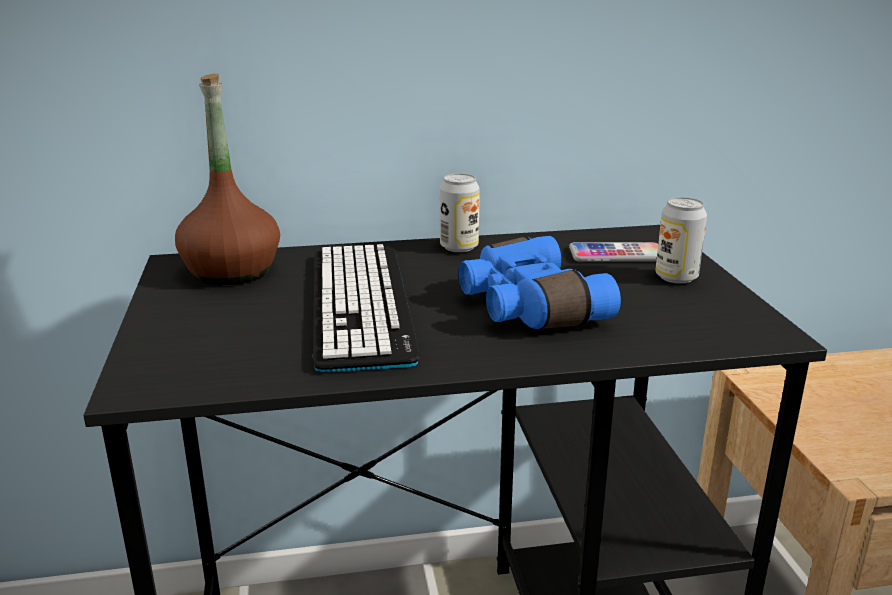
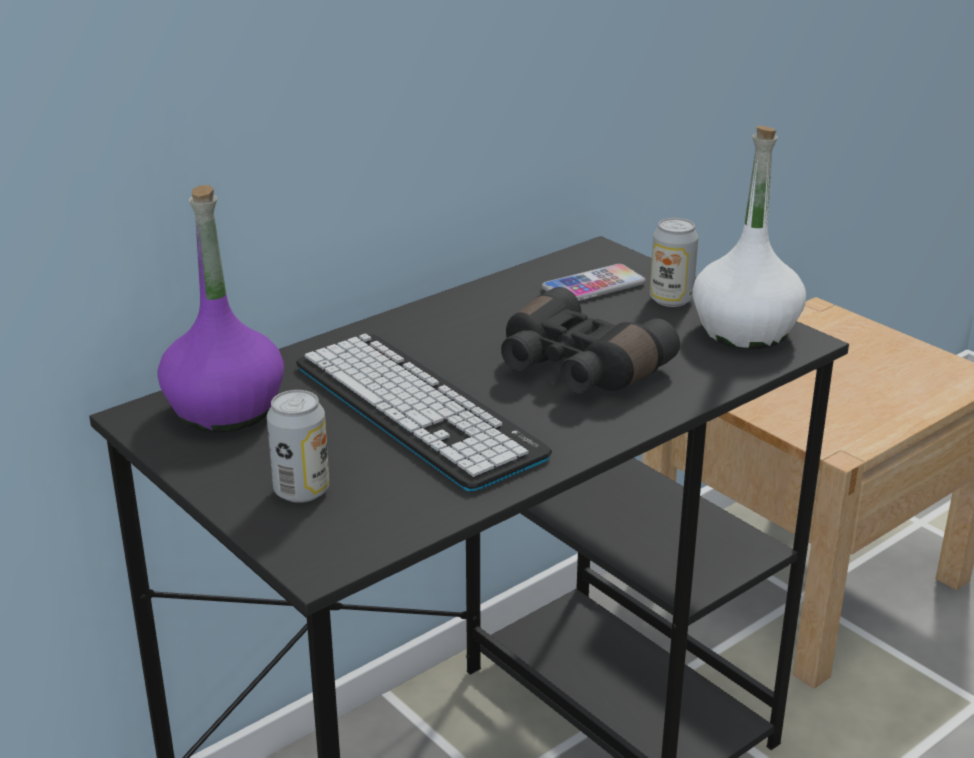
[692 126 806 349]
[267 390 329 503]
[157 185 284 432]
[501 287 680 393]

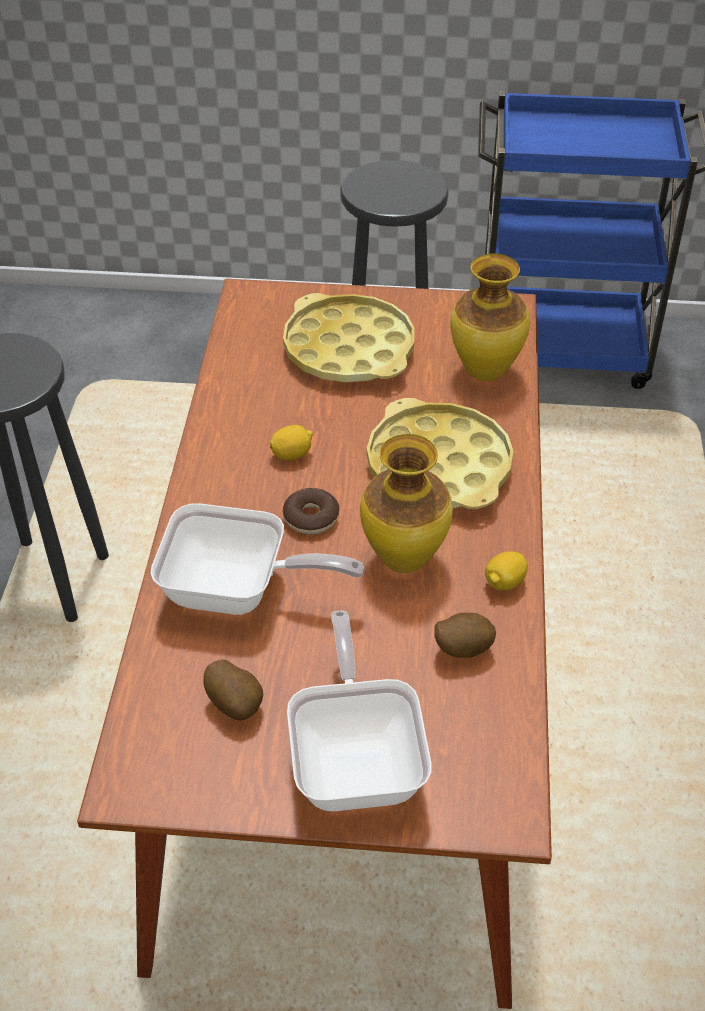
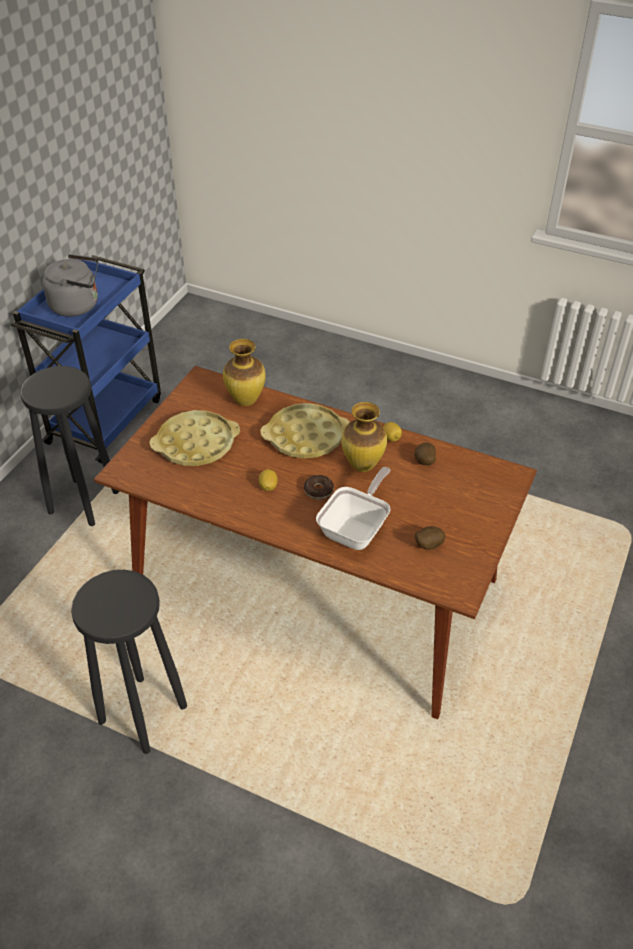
[287 610 432 811] (first image)
[42 254 98 317]

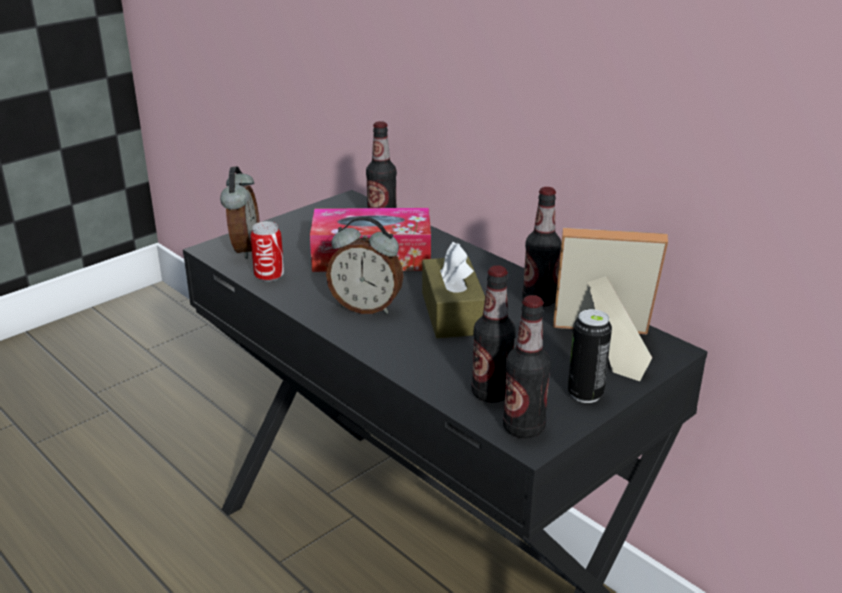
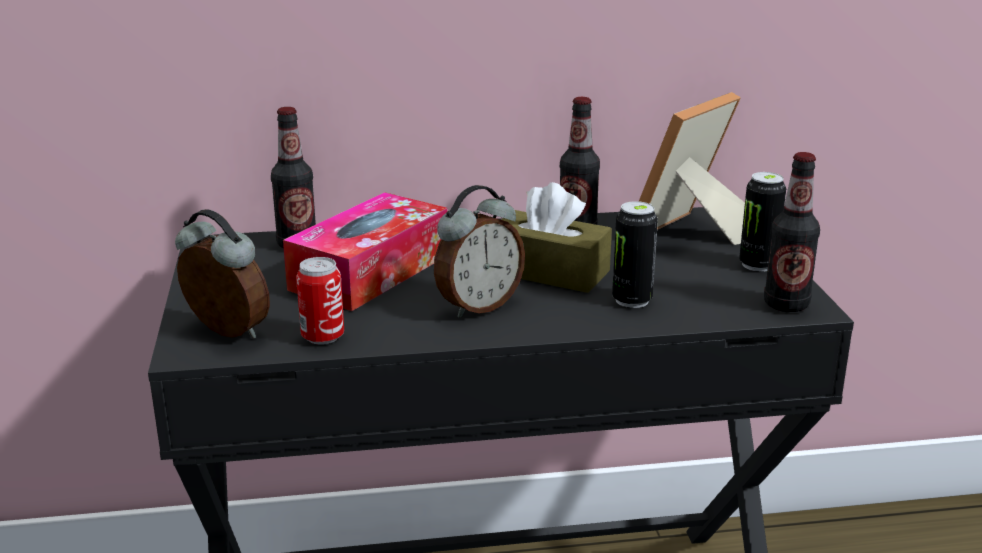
[471 265 516 403] (first image)
[612 201 658 308]

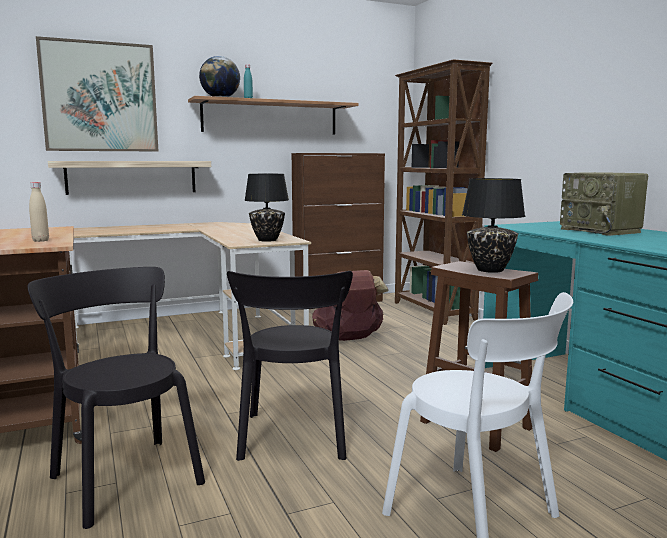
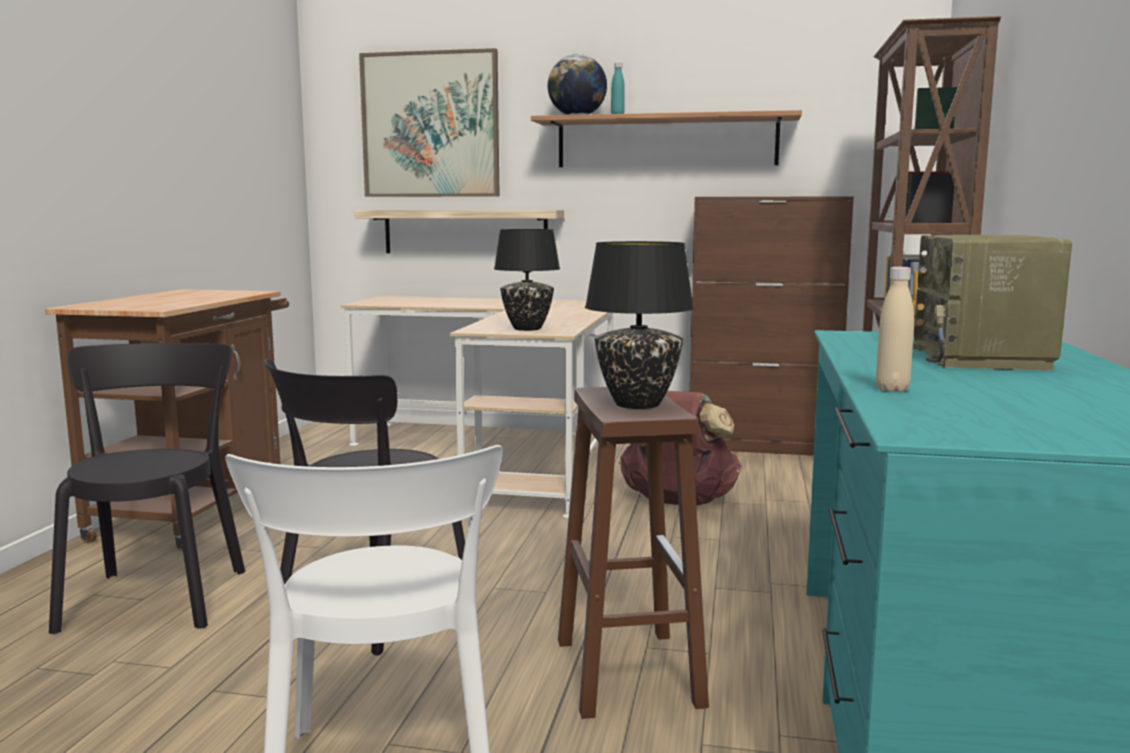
[876 267 914 392]

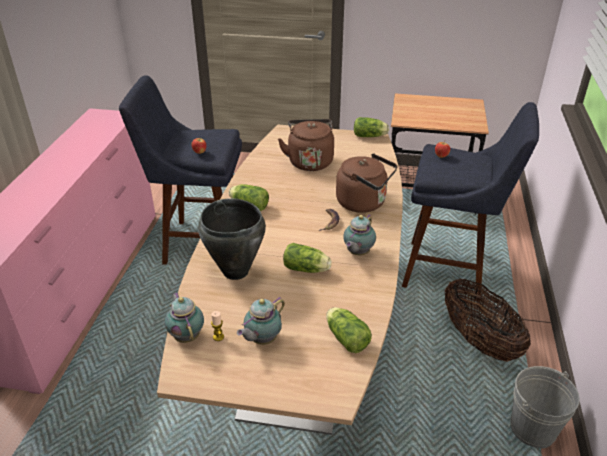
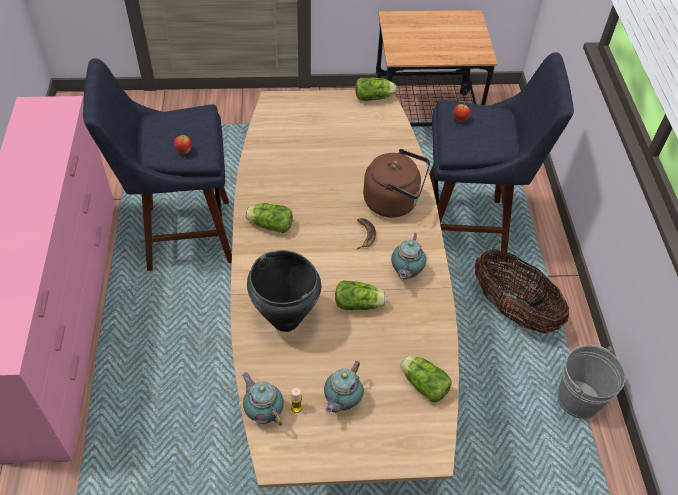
[278 119 334 171] (first image)

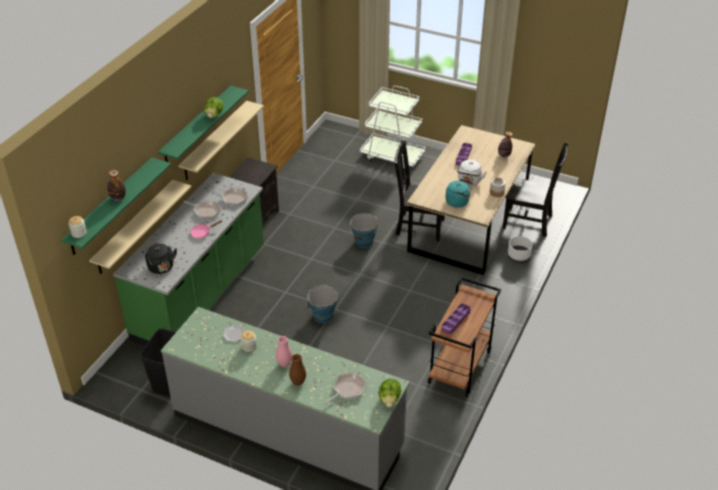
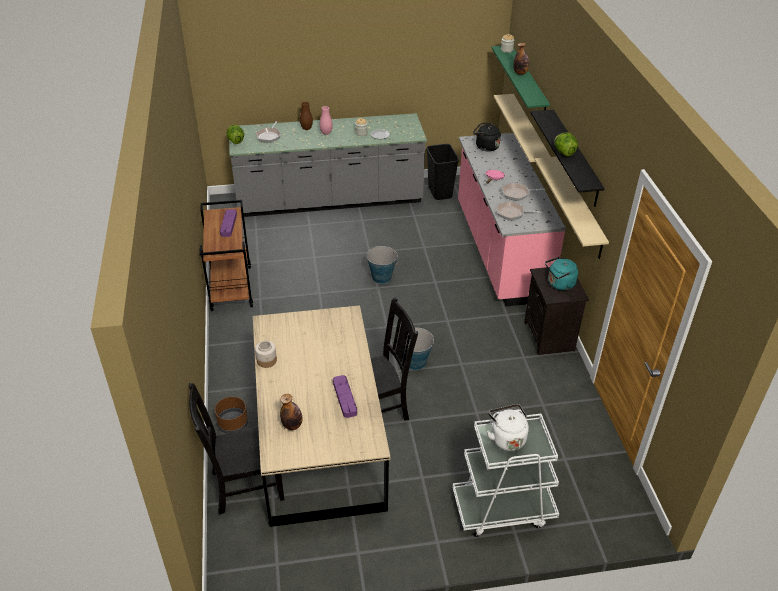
[545 257 578 291]
[487 404 529 451]
[458 133 566 306]
[531 110 605 207]
[215 397 248 433]

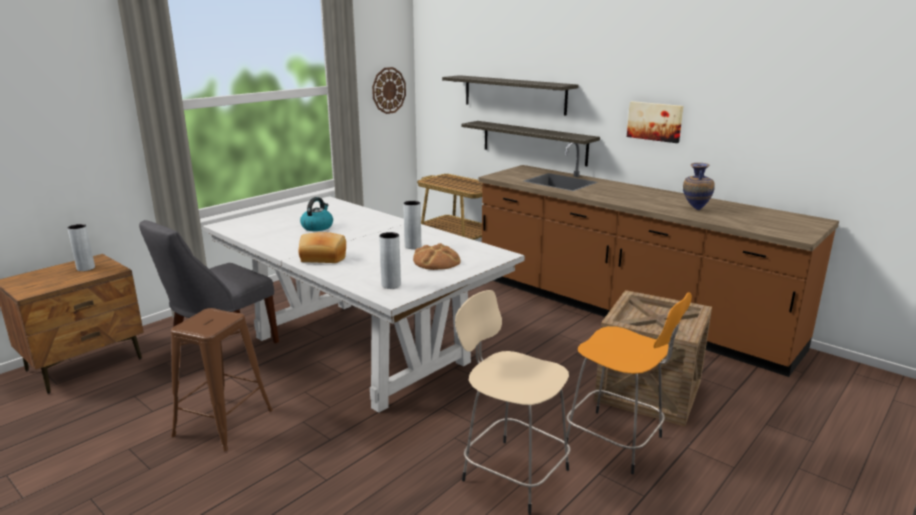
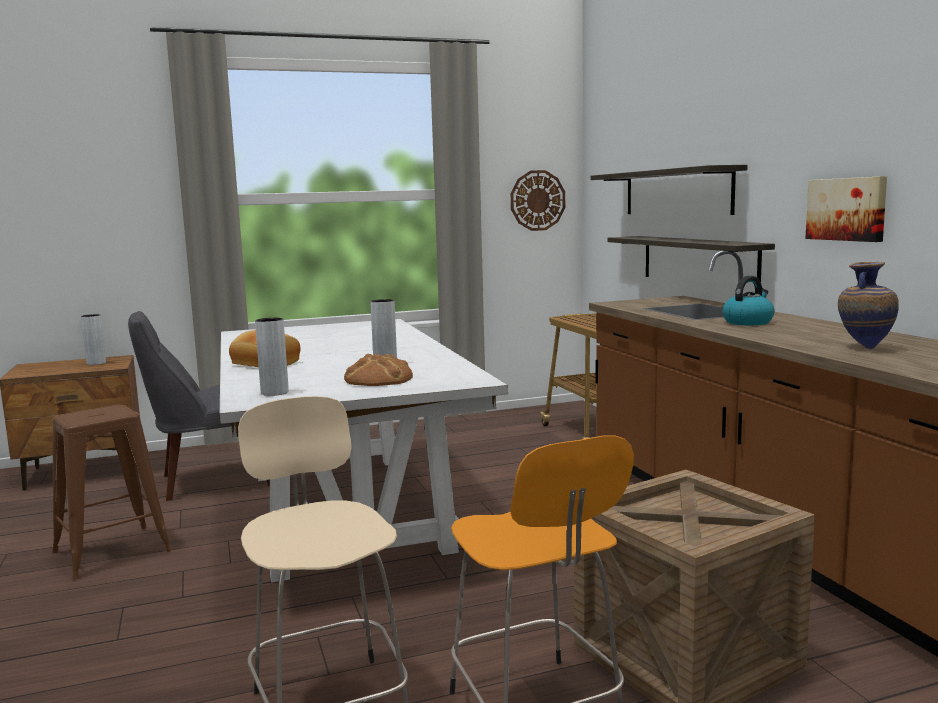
[722 276 775 325]

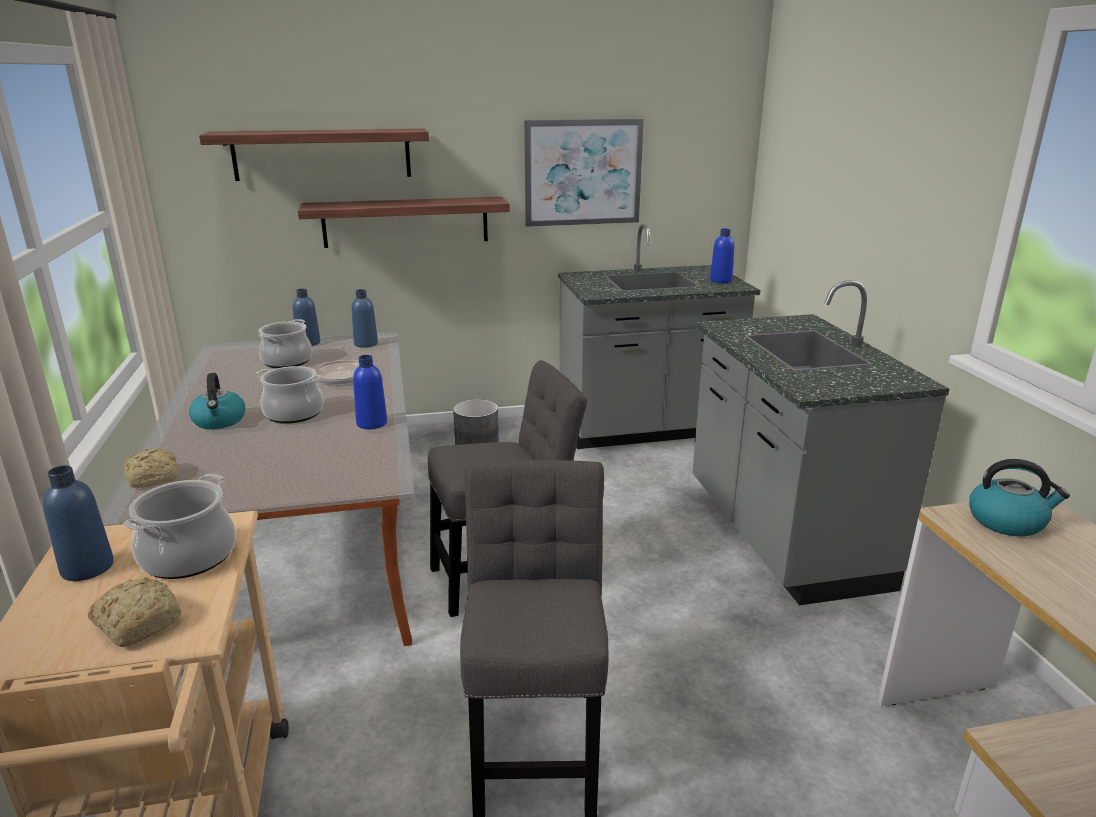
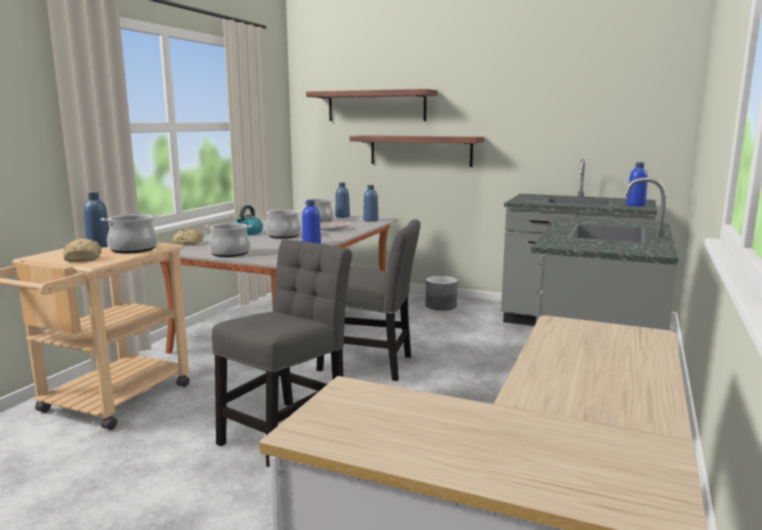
[524 119 644 227] (first image)
[969 459 1070 536] (first image)
[205 223 252 257]

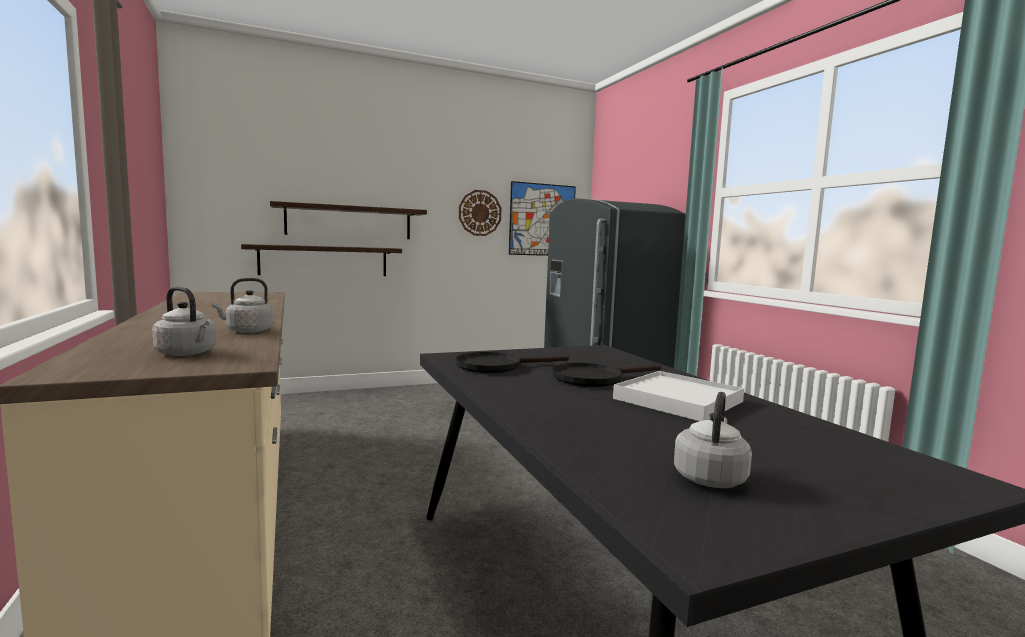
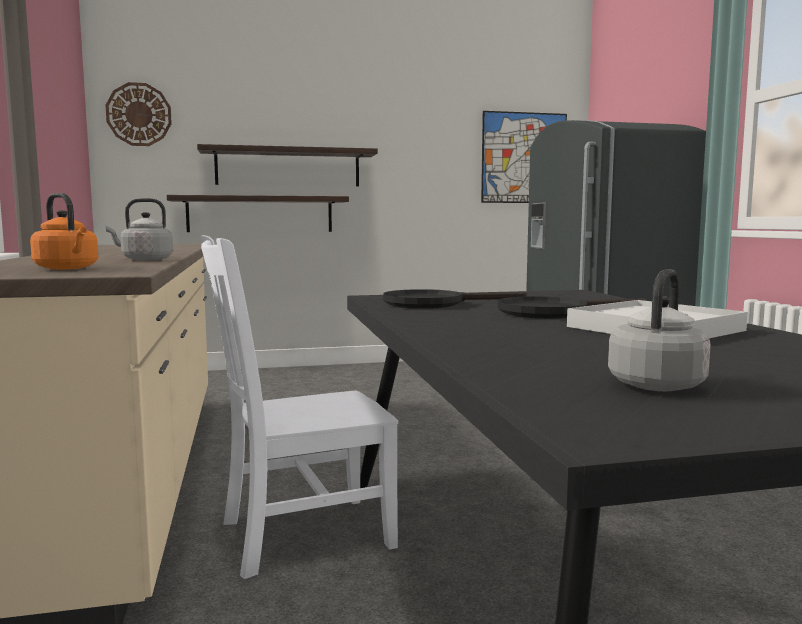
[200 235 398 579]
[105 82 172 146]
[30 193 98 270]

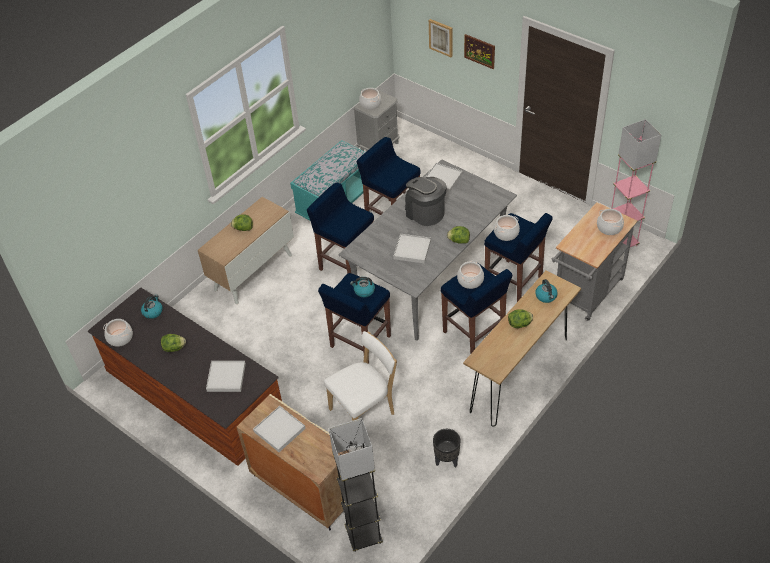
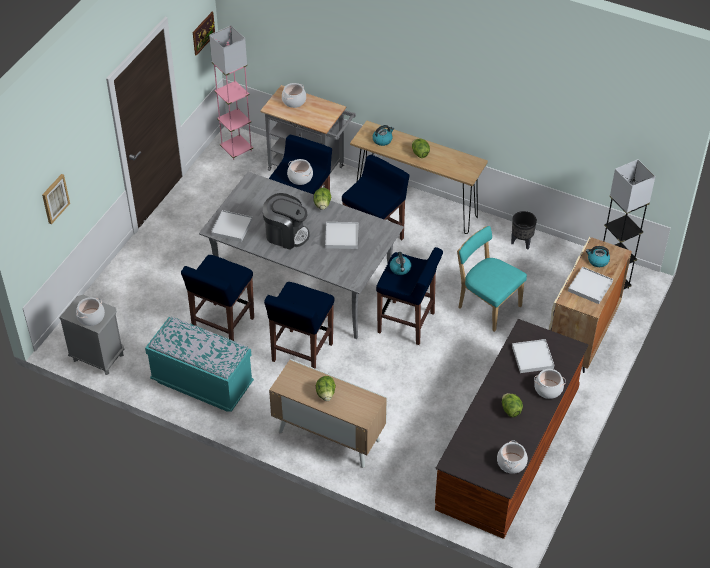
[586 246 610 267]
[534 369 566 399]
[193 12 215 56]
[457 226 527 332]
[263 193 310 250]

